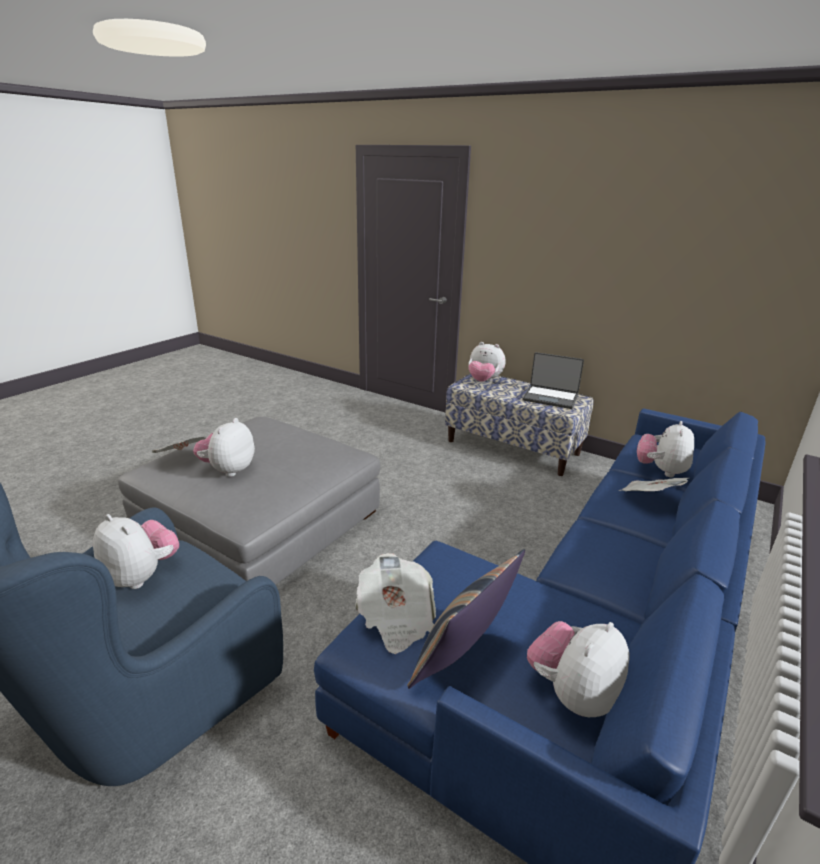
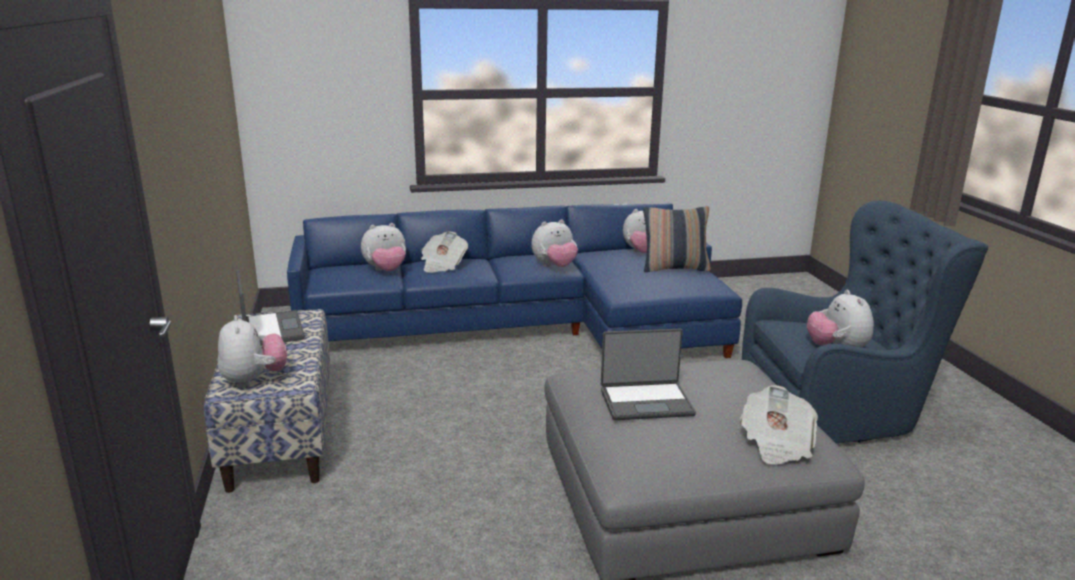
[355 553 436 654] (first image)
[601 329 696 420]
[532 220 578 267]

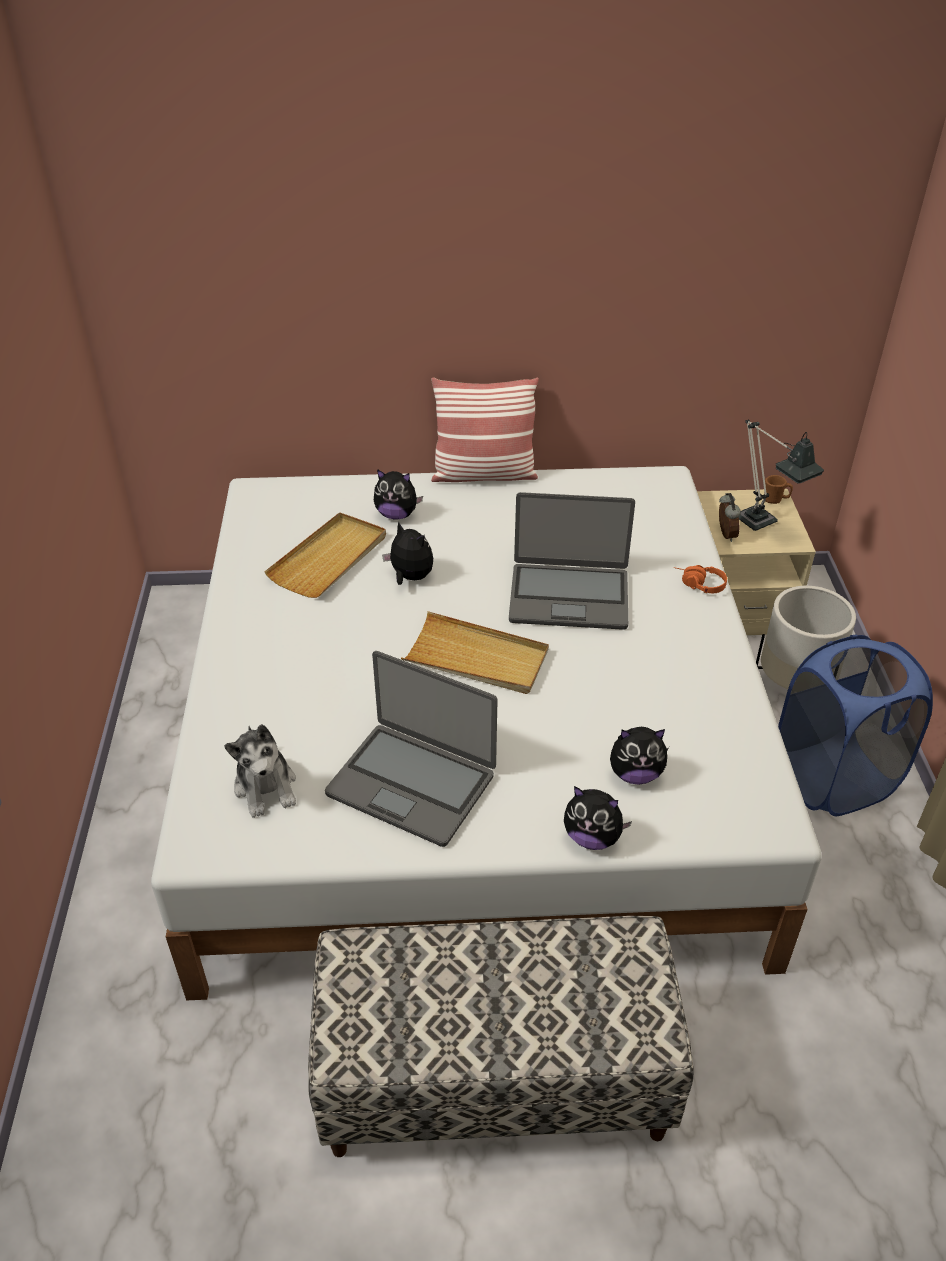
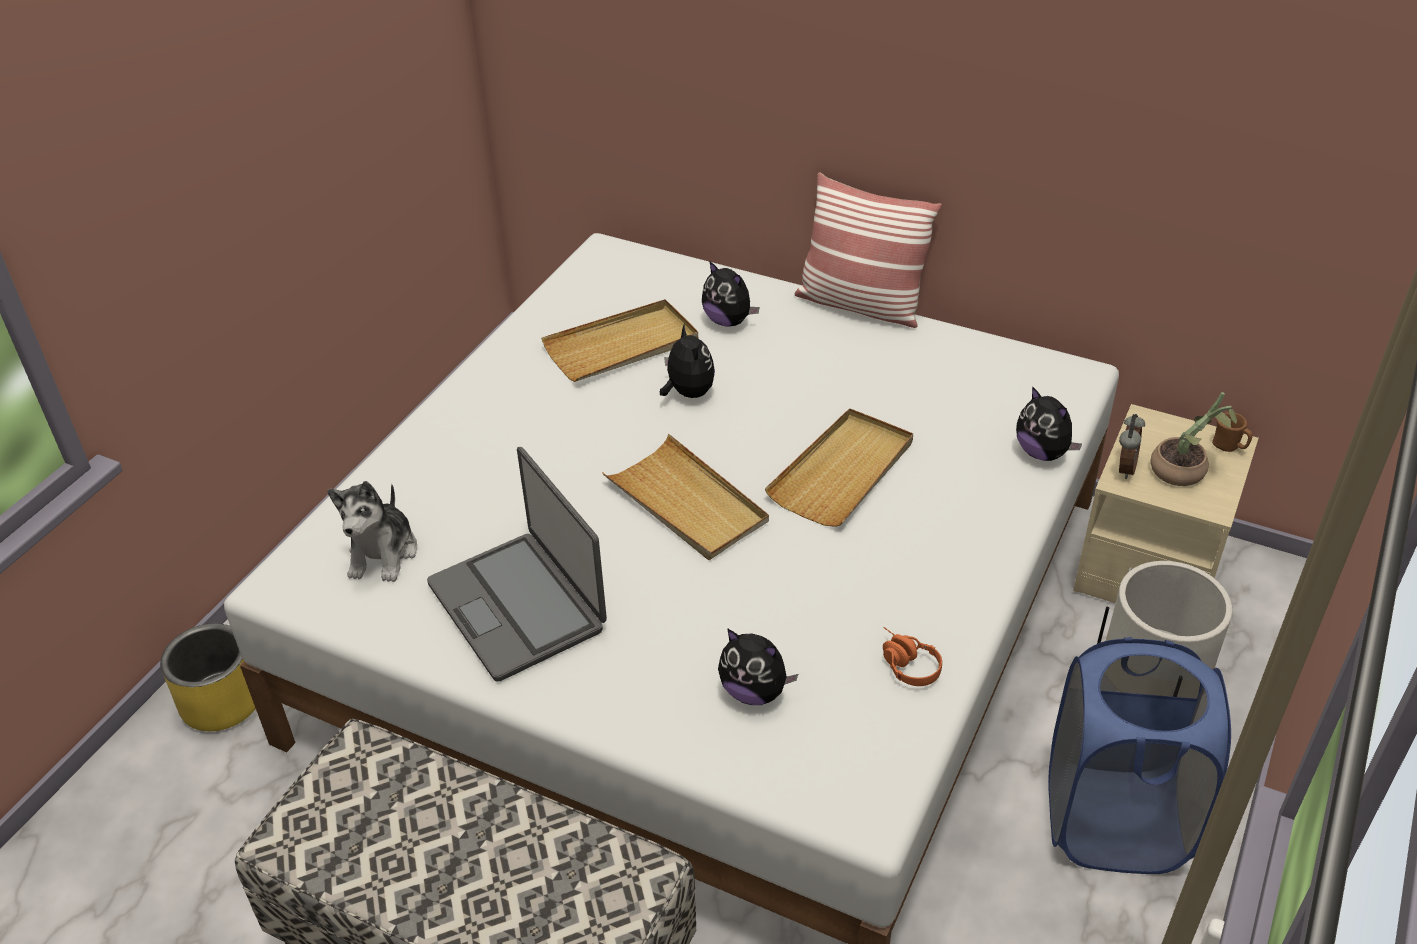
[160 623 256 731]
[1016 386 1082 461]
[883 627 942 686]
[765 408 913 527]
[1151 392 1237 486]

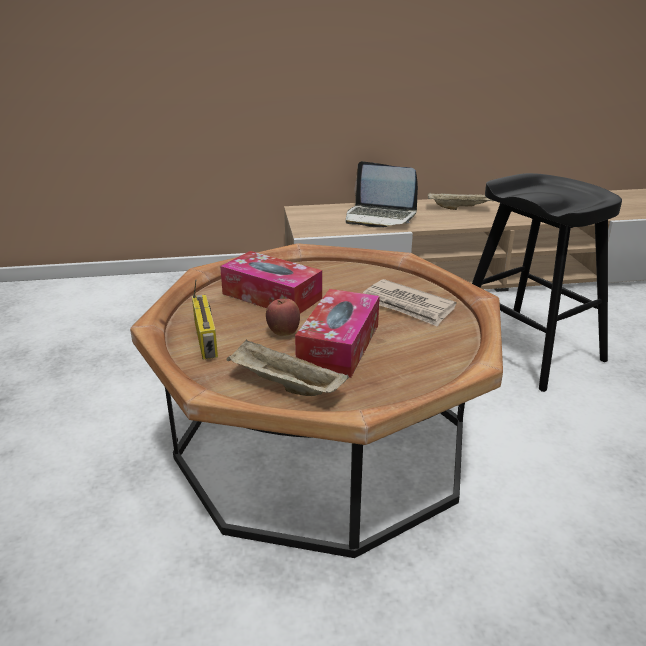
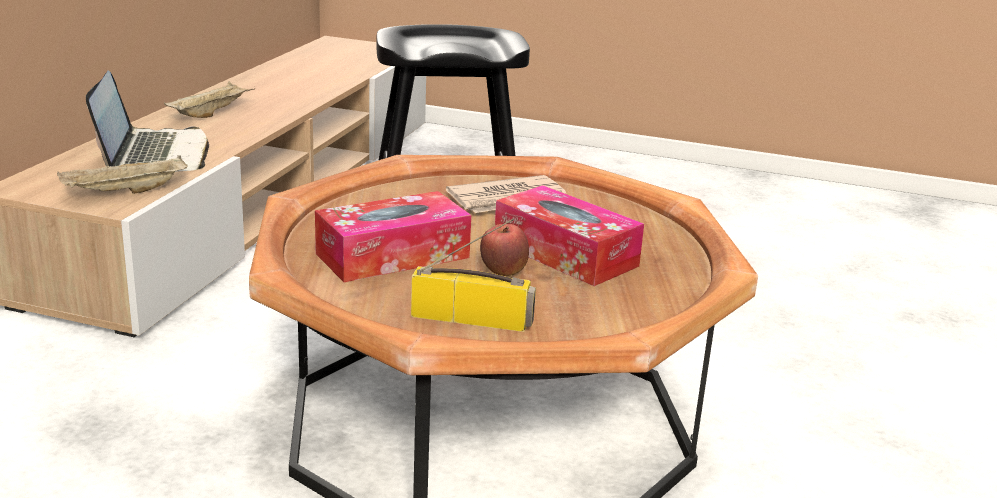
[57 155 188 194]
[86 71 209 172]

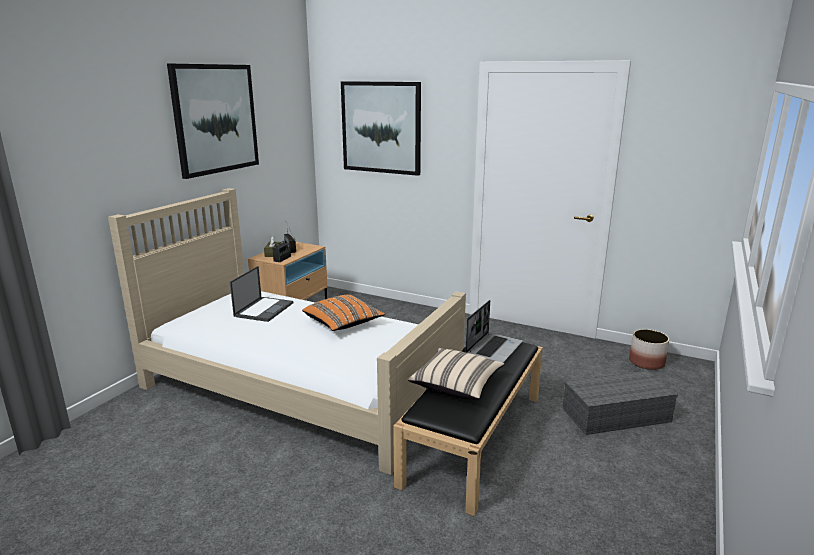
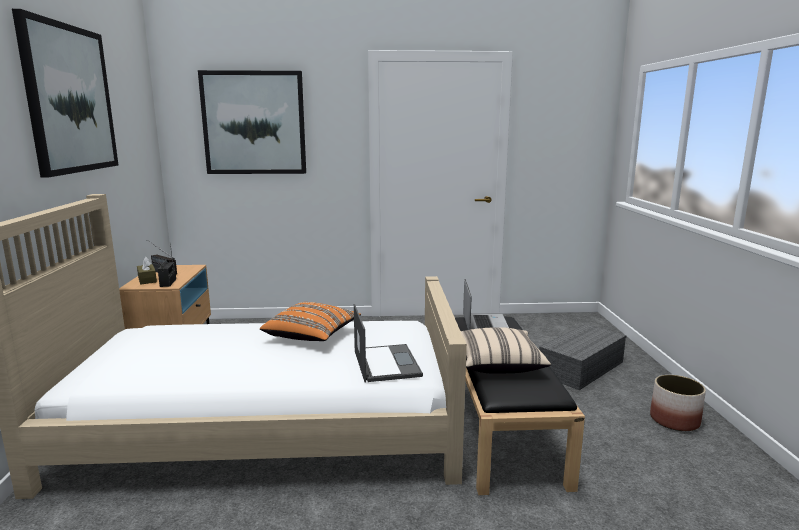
[354 304 423 382]
[650 375 706 431]

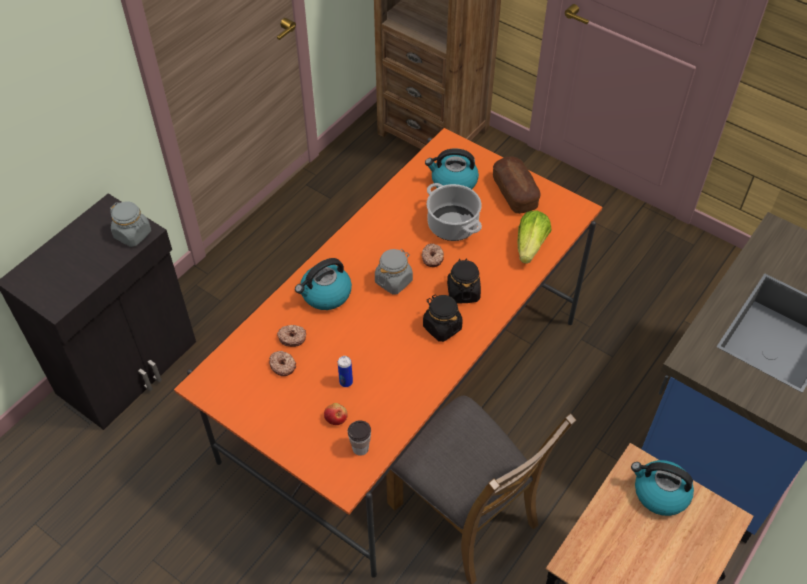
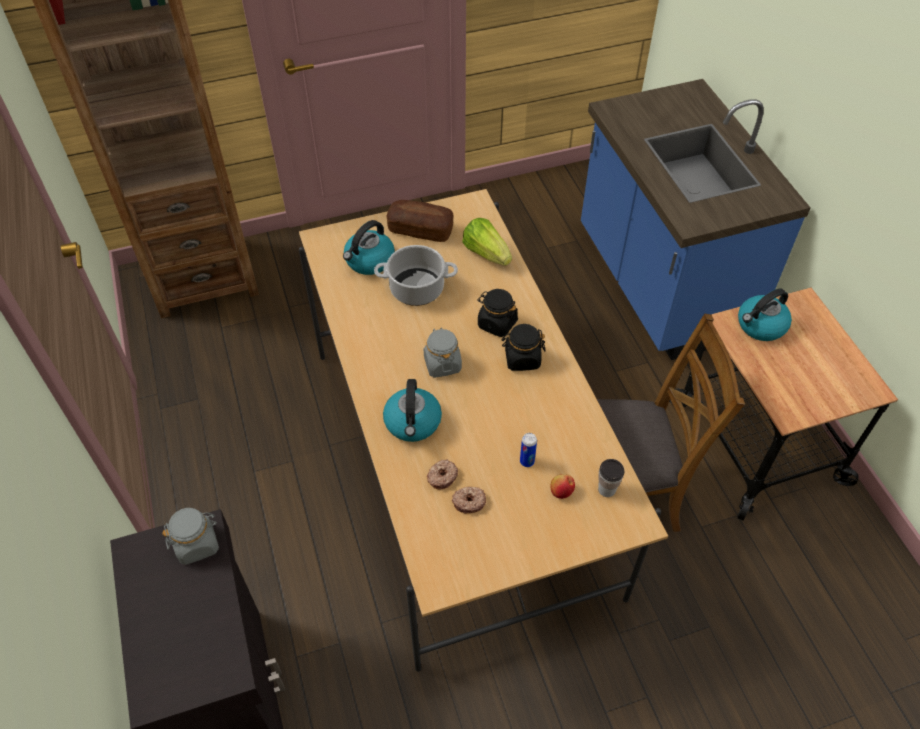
[421 243 444 267] (first image)
[299 189 668 672]

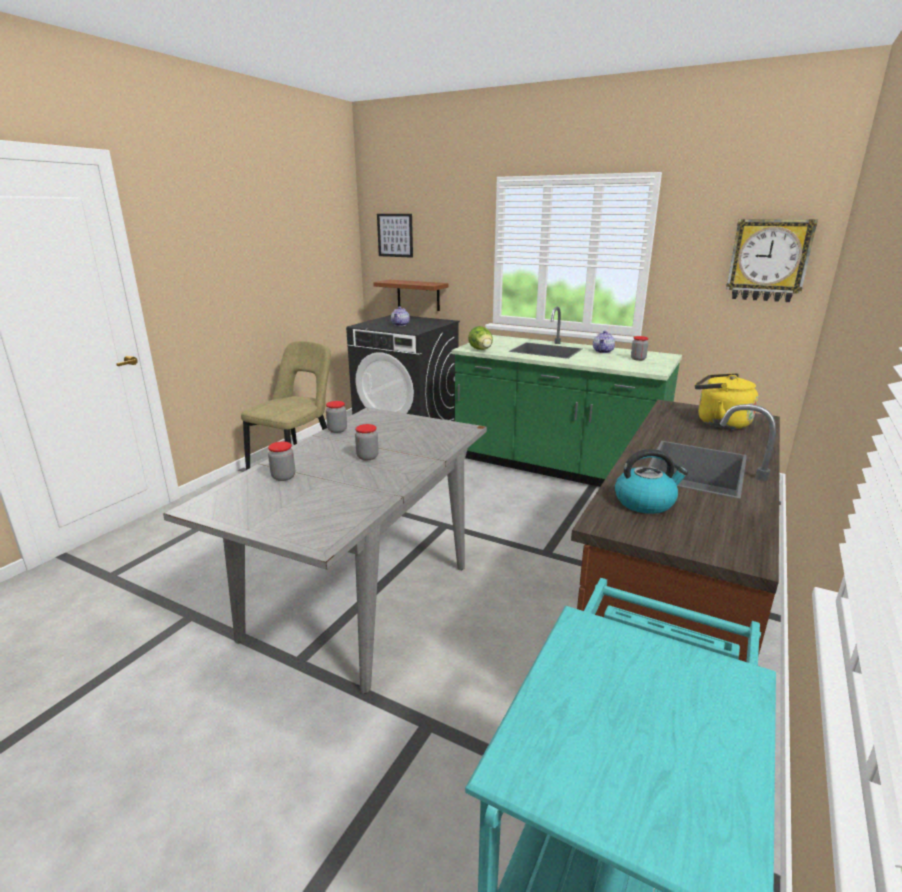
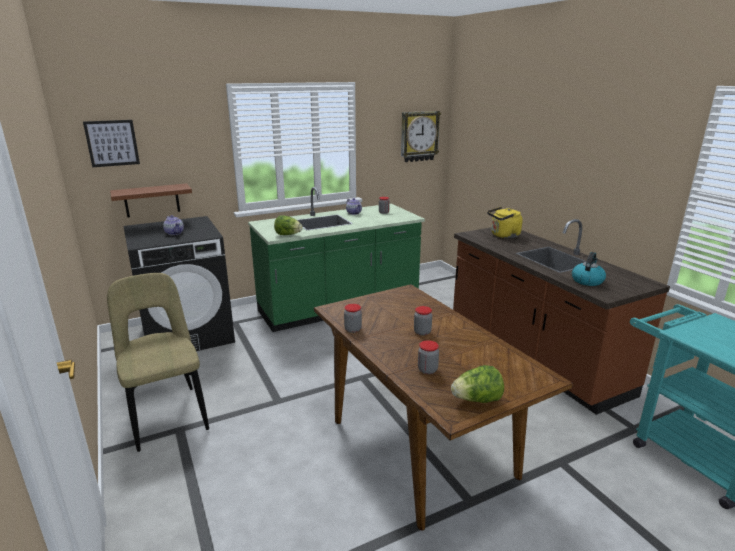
[451 365 504 403]
[314 284 573 531]

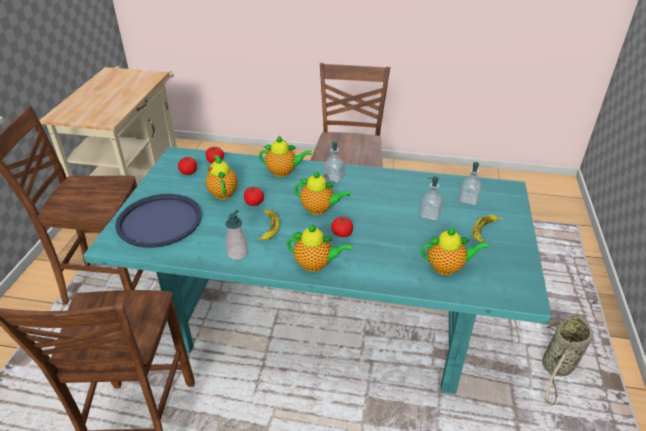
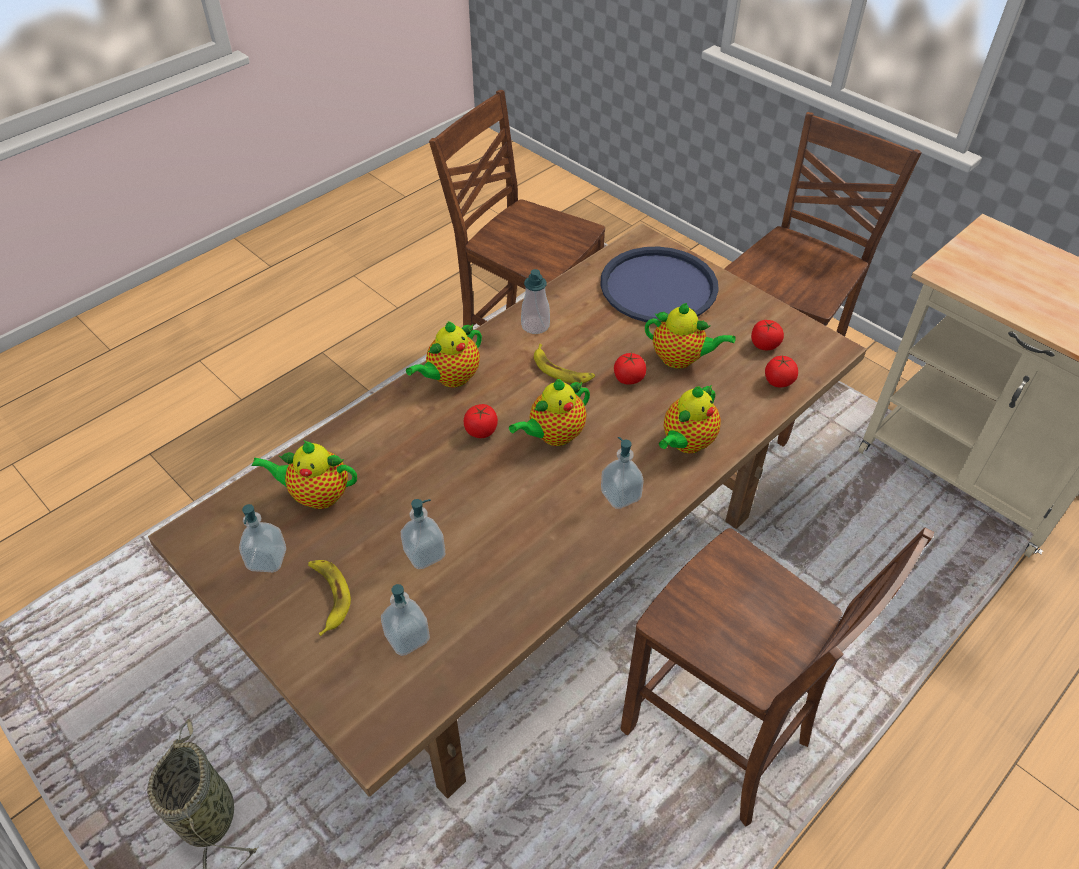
[239 504 286 572]
[148 224 867 799]
[252 441 357 509]

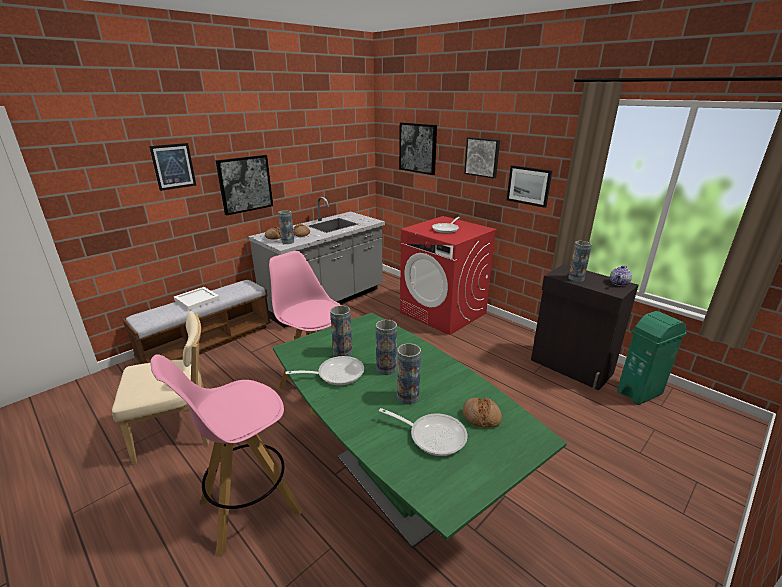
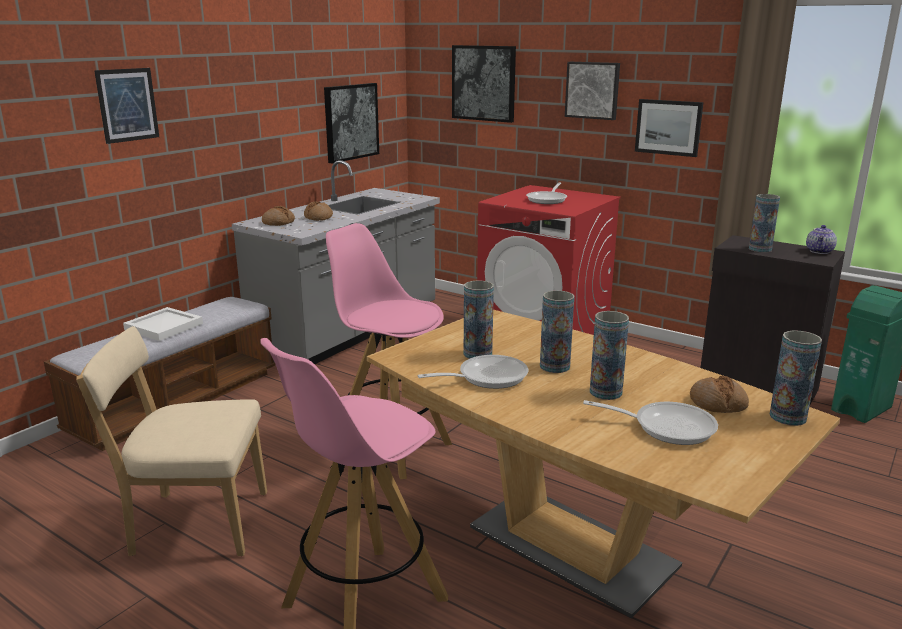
[324 83 379 164]
[769 330 822 426]
[367 310 840 618]
[76 326 267 556]

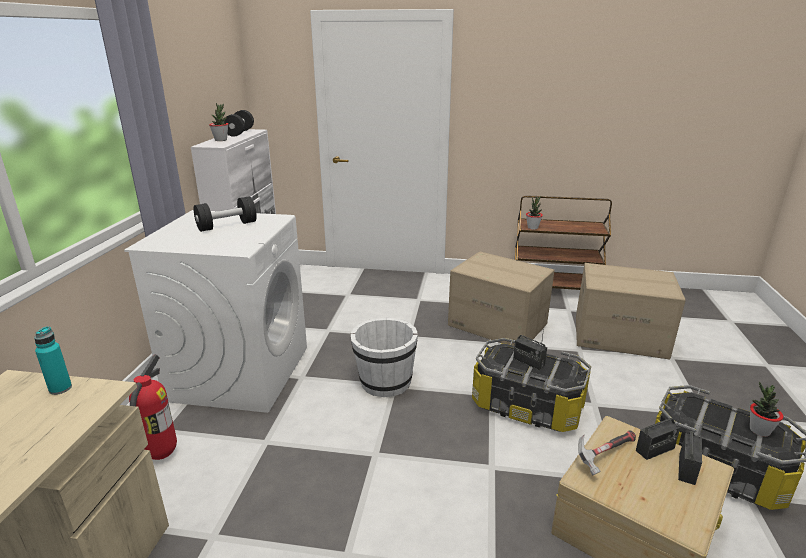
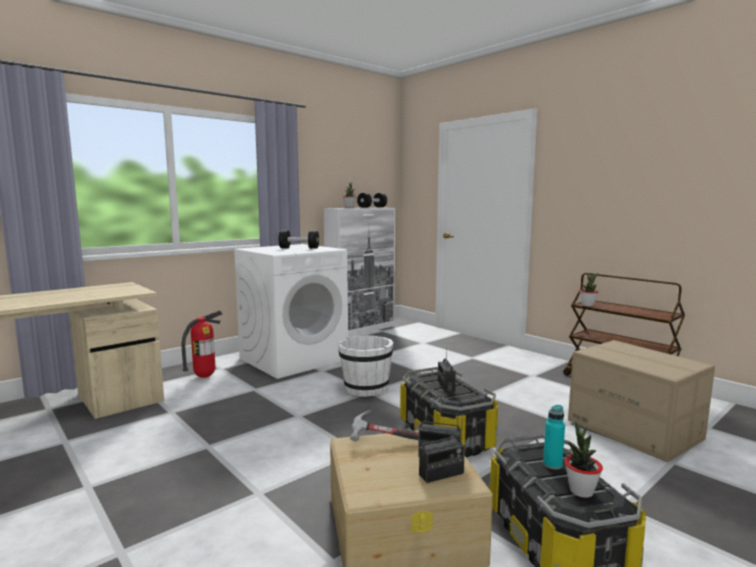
[448 251 555 346] (first image)
[543 405 565 470]

